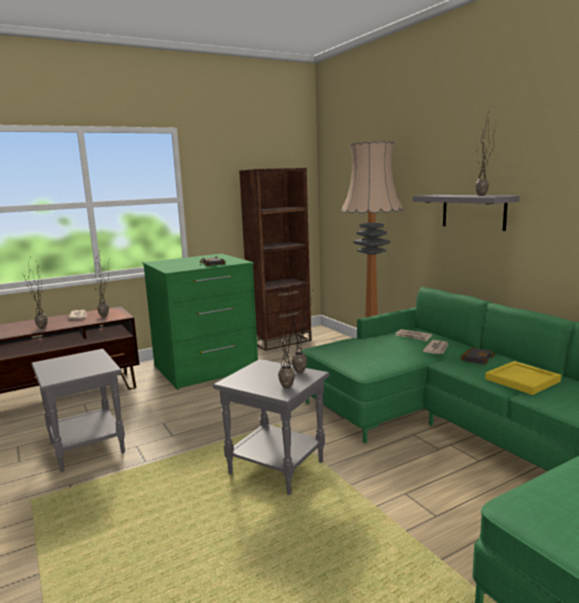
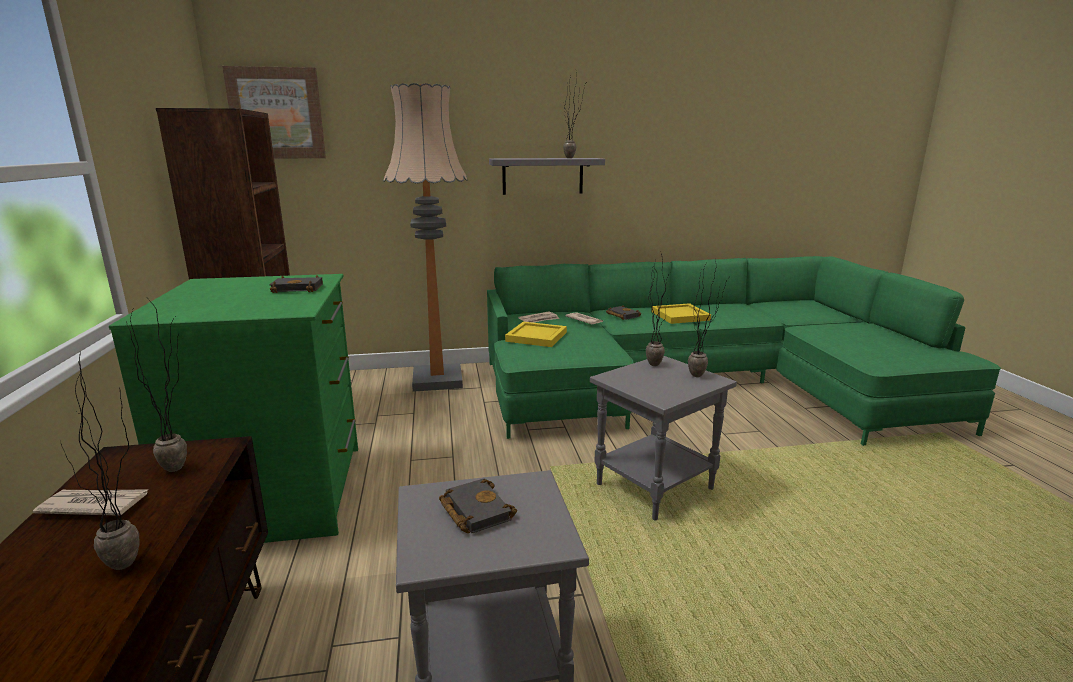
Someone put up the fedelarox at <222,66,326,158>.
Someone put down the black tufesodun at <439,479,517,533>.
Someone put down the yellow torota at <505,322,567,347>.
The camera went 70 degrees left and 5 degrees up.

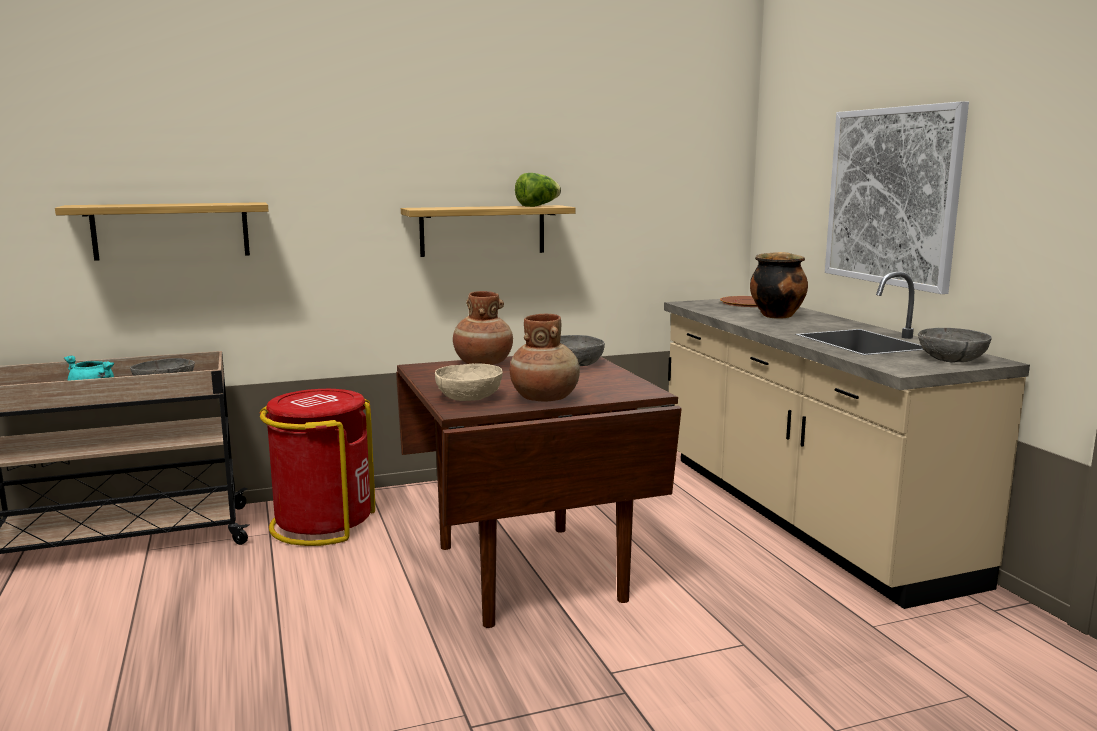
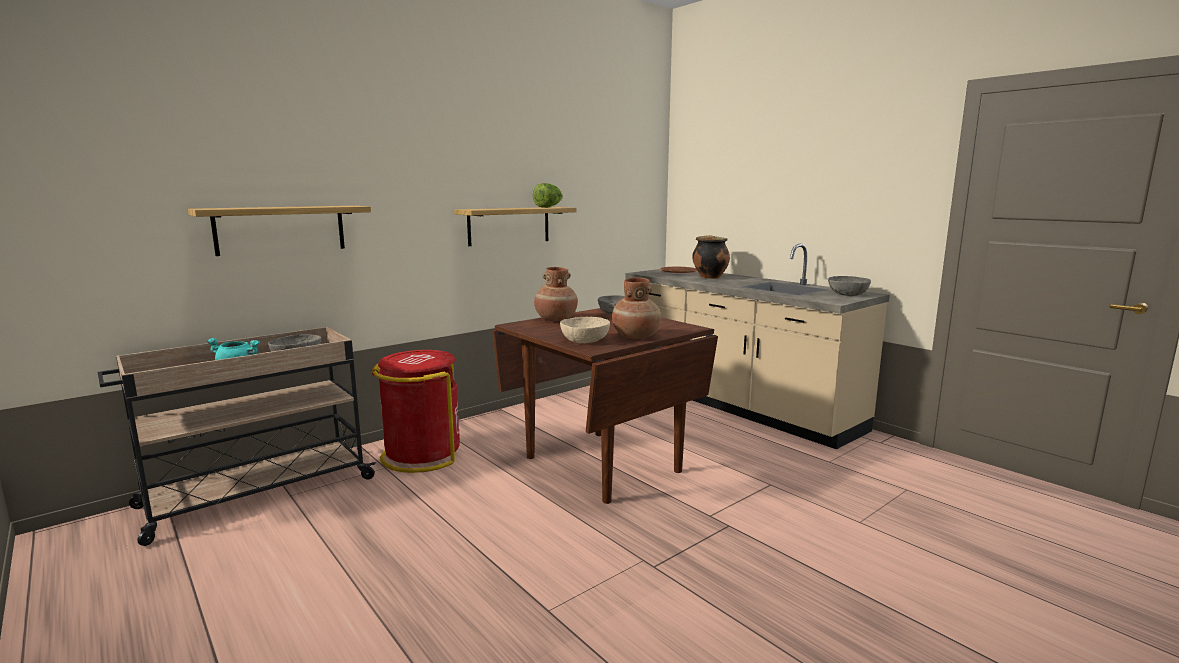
Someone took away the fedelarox at <825,101,969,294>.
The camera went 20 degrees left and 0 degrees up.

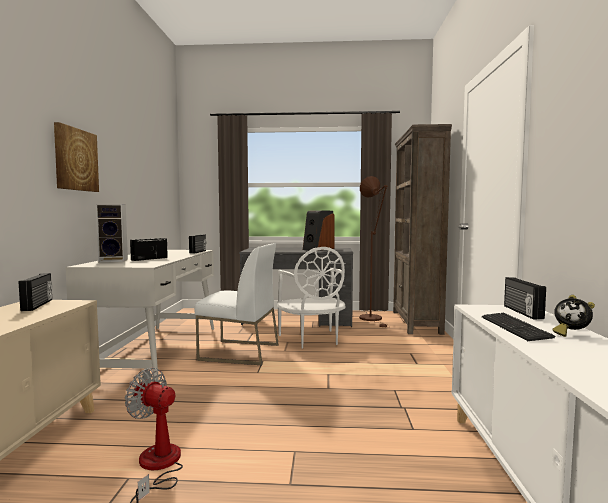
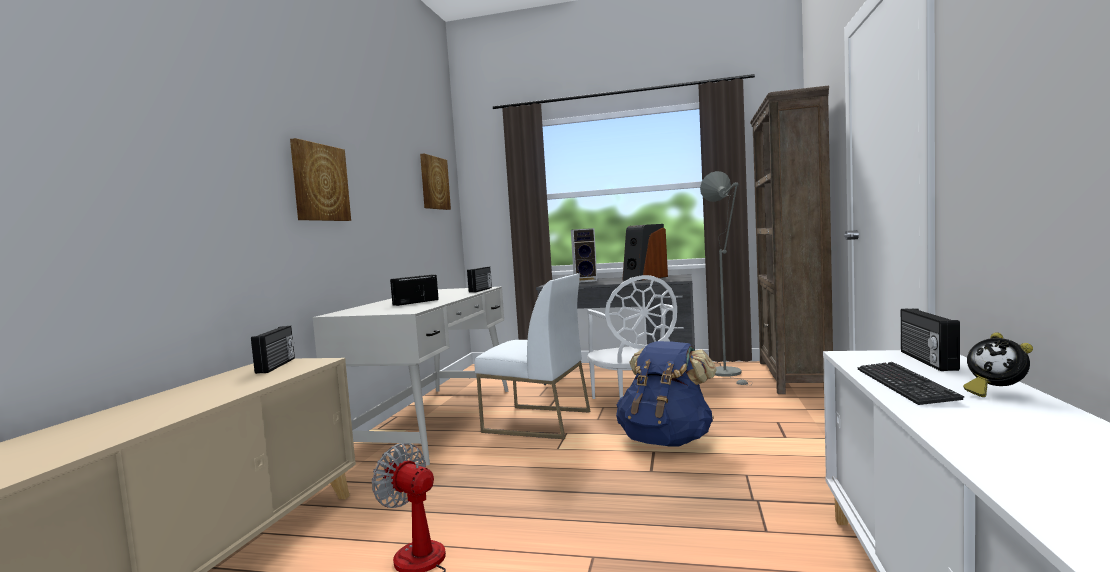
Someone carried the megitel from <96,204,128,262> to <571,228,597,282>.
Someone repainted the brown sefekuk at <359,176,390,328>, which became the grey sefekuk at <700,171,751,385>.
Someone put up the fedelarox at <420,153,451,210>.
Someone put down the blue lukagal at <616,341,717,447>.
The camera went 10 degrees right and 0 degrees up.

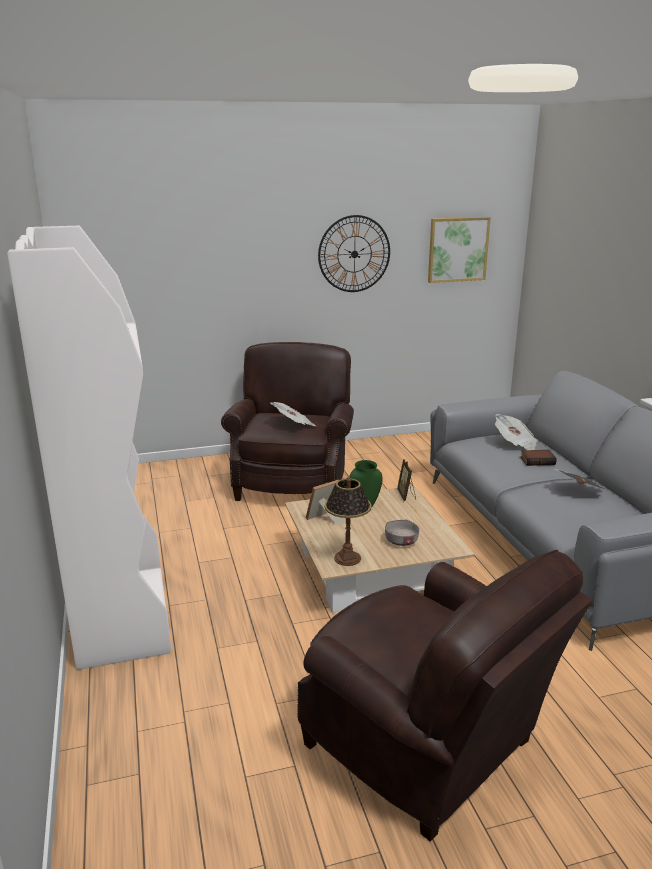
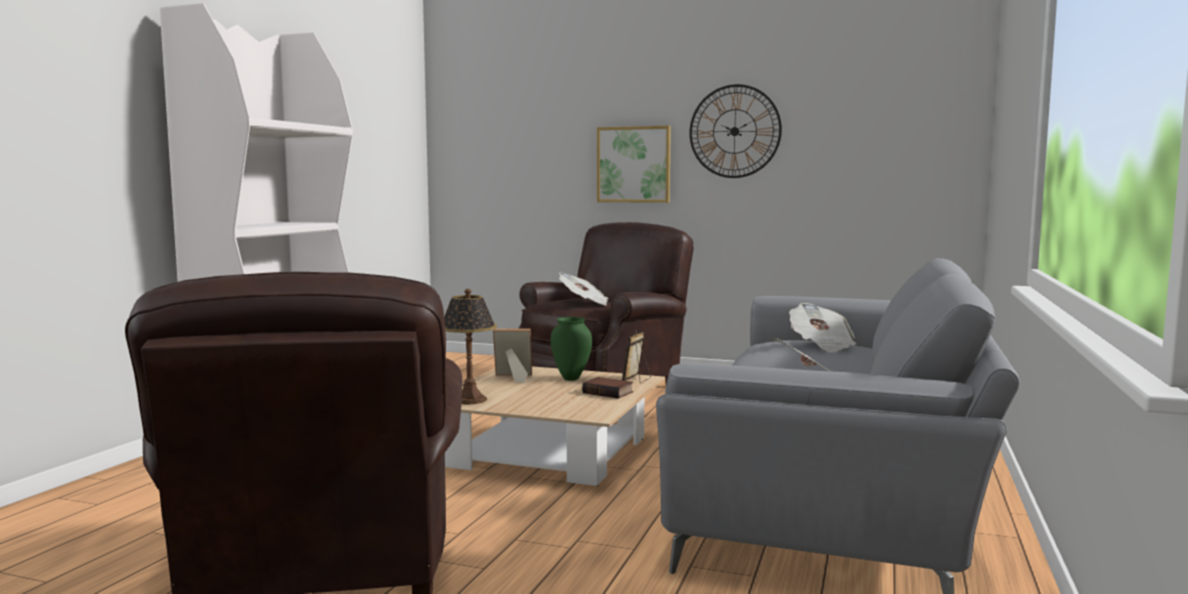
Someone took away the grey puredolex at <385,520,419,546>.
Someone carried the fedelarox from <428,217,491,283> to <597,126,671,203>.
Someone carried the tufesodun from <520,450,556,466> to <582,377,633,399>.
The camera went 35 degrees right and 15 degrees down.

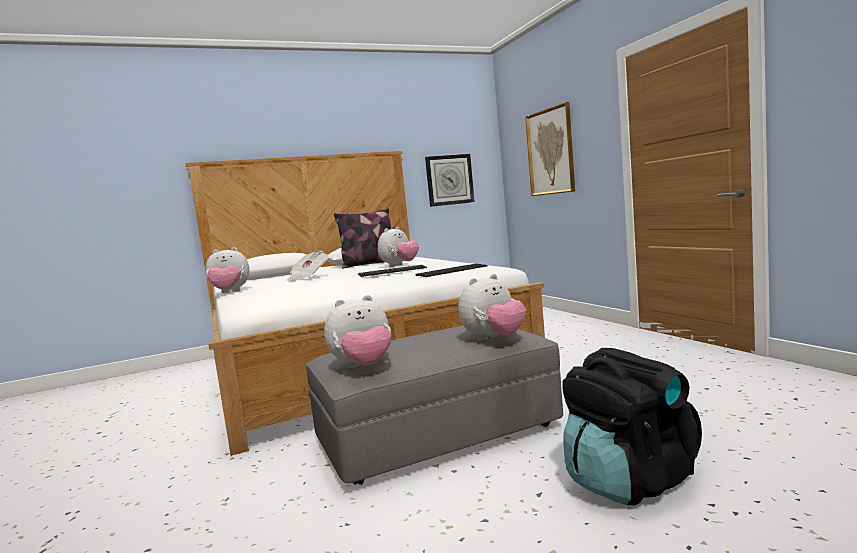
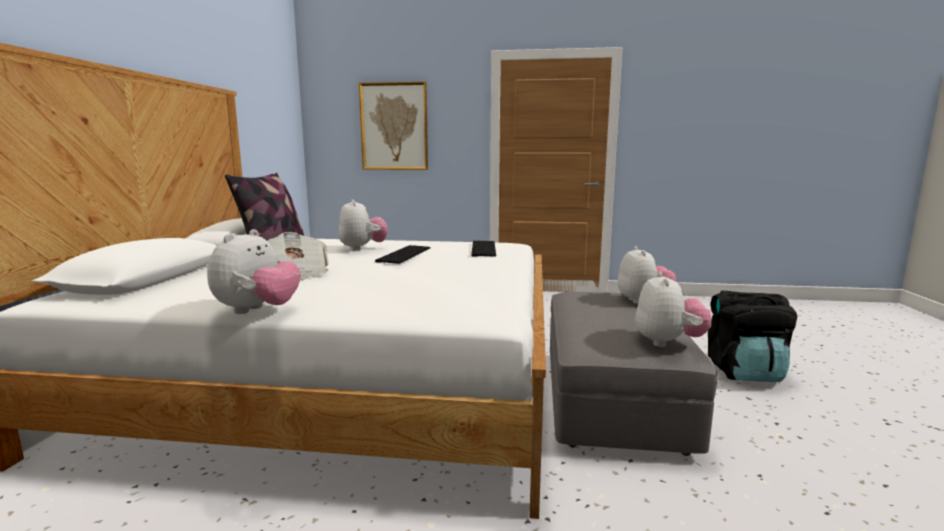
Someone took away the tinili at <425,154,475,207>.
The camera went 60 degrees left and 5 degrees up.

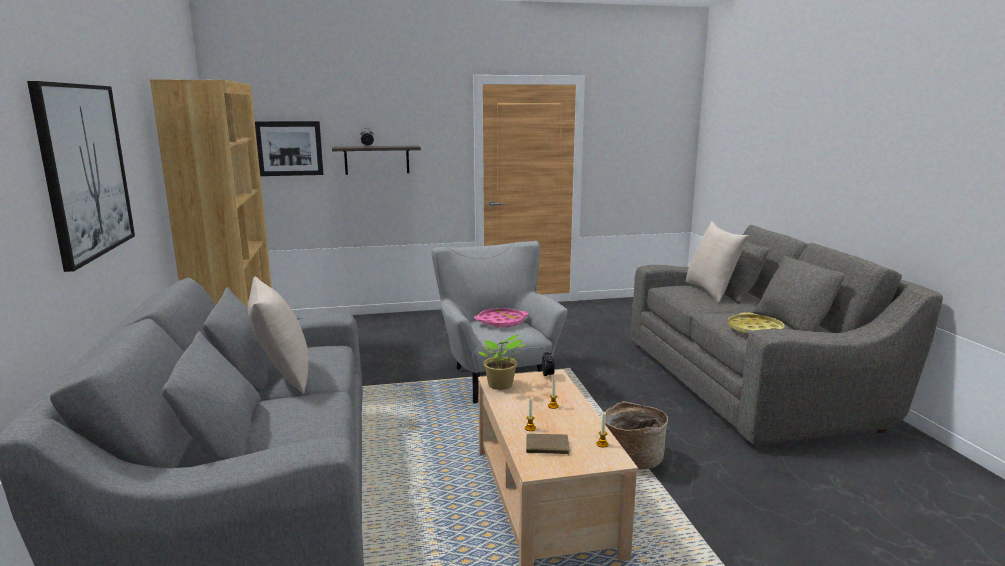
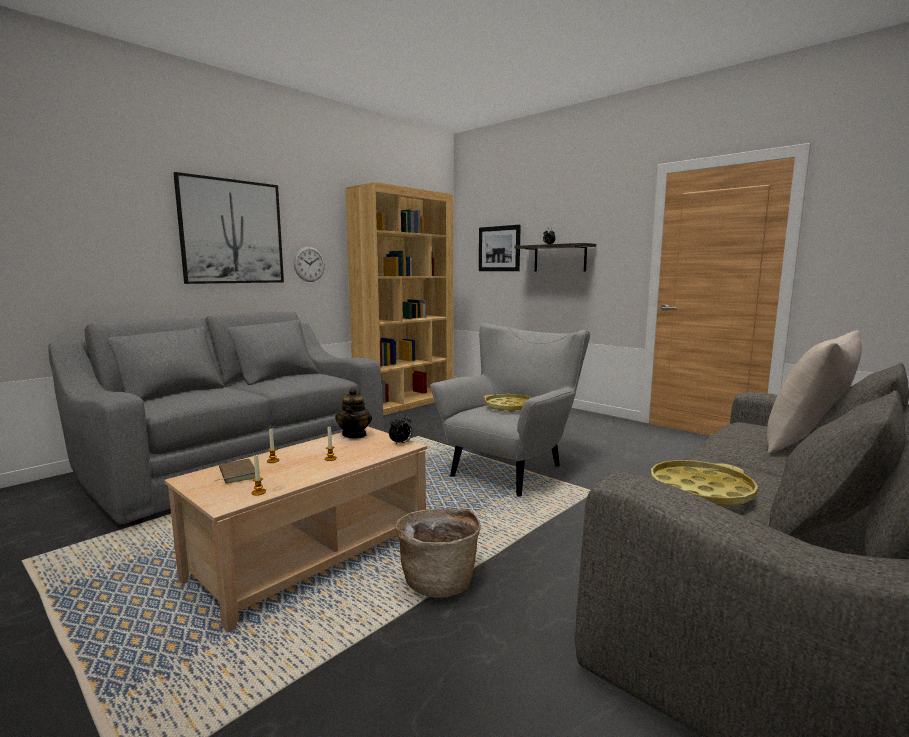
Someone took away the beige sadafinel at <248,277,309,394>.
Someone repainted the pink torota at <474,308,528,328>, which became the yellow torota at <483,394,532,413>.
Someone swapped the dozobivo at <478,335,526,390> for the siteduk at <335,388,372,439>.
Someone put up the tinili at <294,247,325,282>.
The camera went 55 degrees right and 5 degrees down.

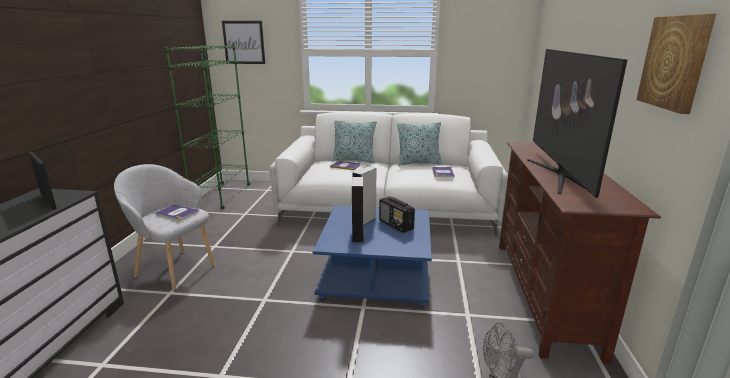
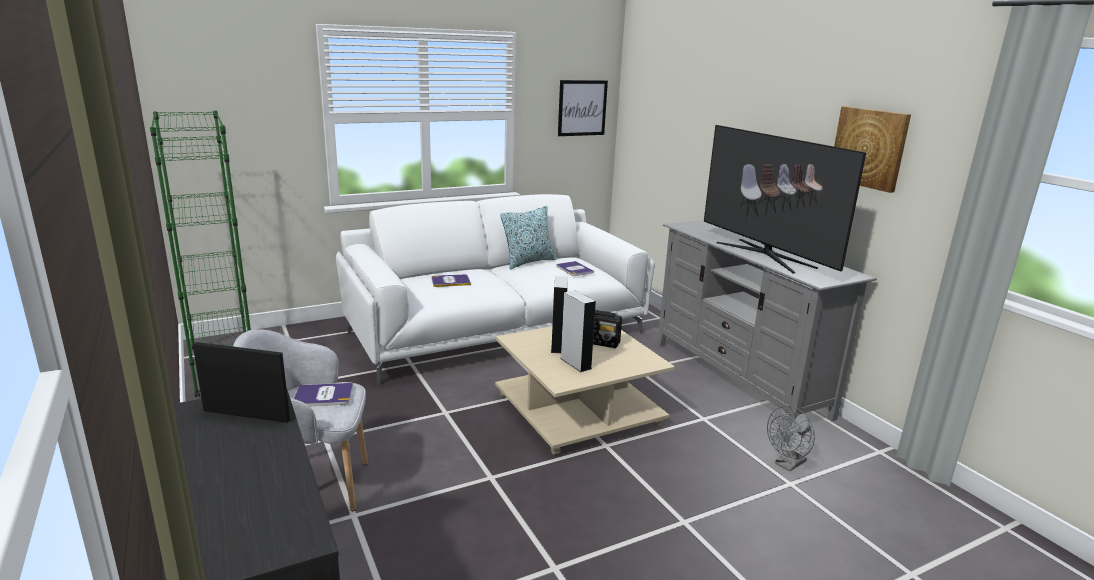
Someone carried the fedelarox from <222,21,265,64> to <558,80,608,136>.
Someone repainted the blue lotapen at <313,206,432,308>, which became the beige lotapen at <495,326,675,455>.
Someone took away the sadafinel at <332,120,377,163>.
Someone repainted the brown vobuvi at <499,142,661,364>, which became the grey vobuvi at <657,220,877,426>.
The camera went 35 degrees left and 0 degrees up.

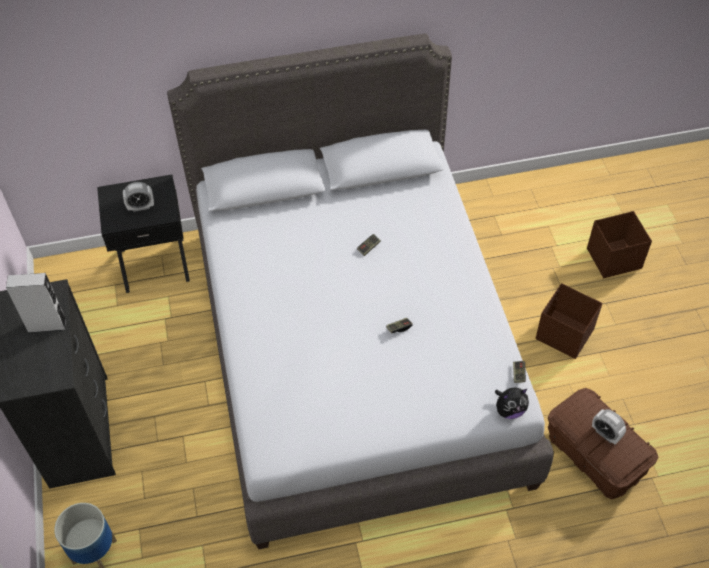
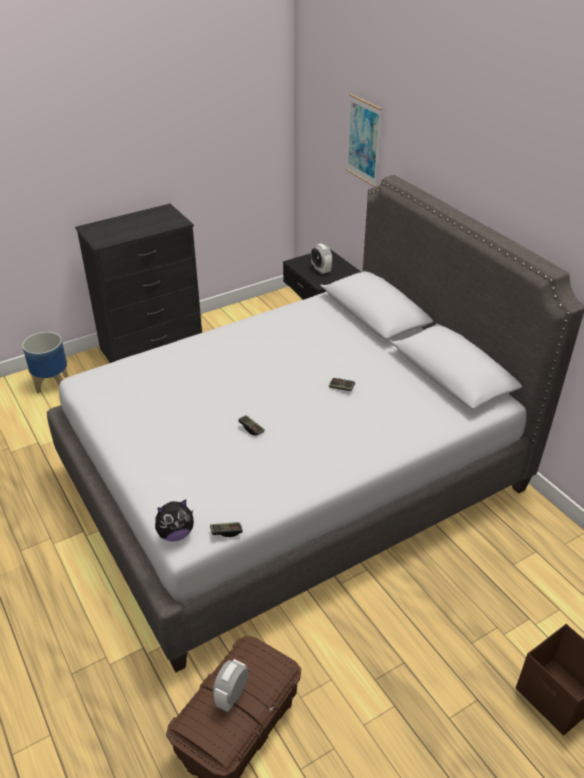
Someone took away the grey megitel at <6,273,66,333>.
Someone rotated the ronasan at <495,387,529,419> by 75 degrees counterclockwise.
Someone took away the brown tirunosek at <536,283,603,359>.
Someone put up the fedelarox at <346,94,382,187>.
The camera went 70 degrees right and 15 degrees down.

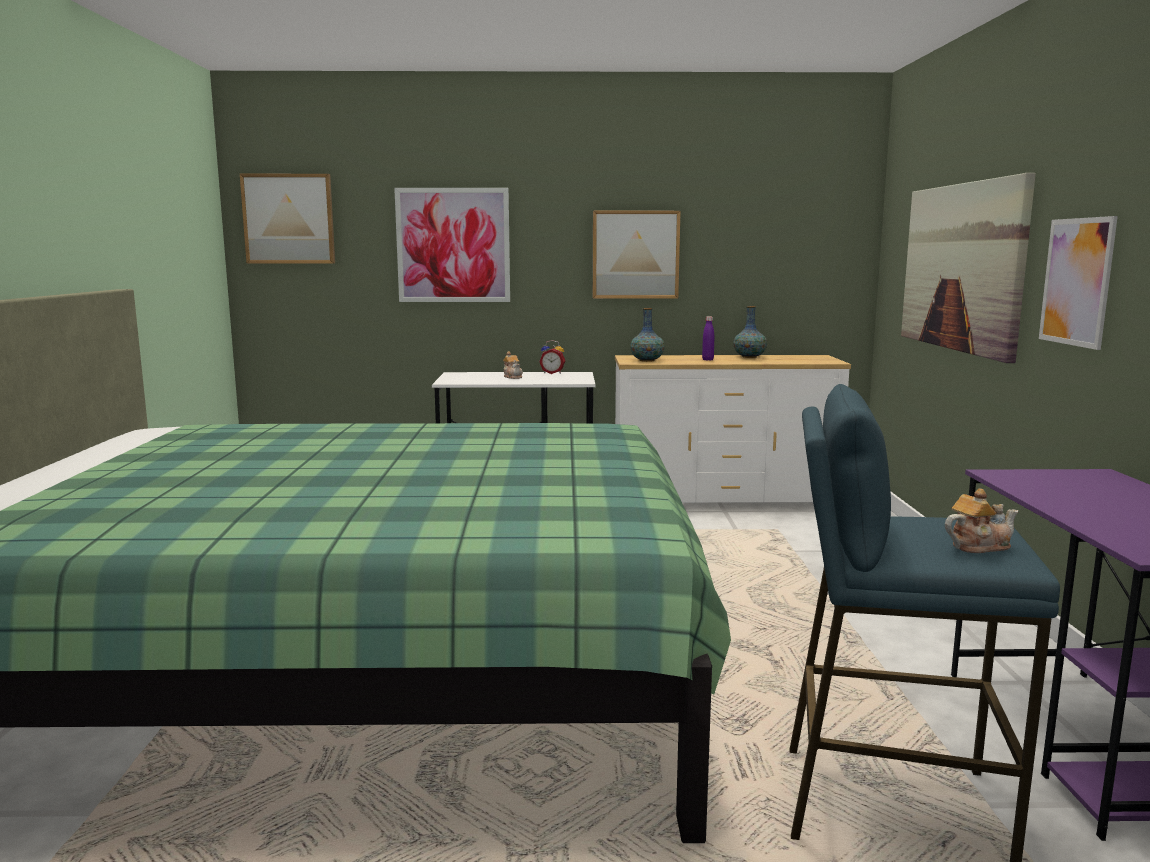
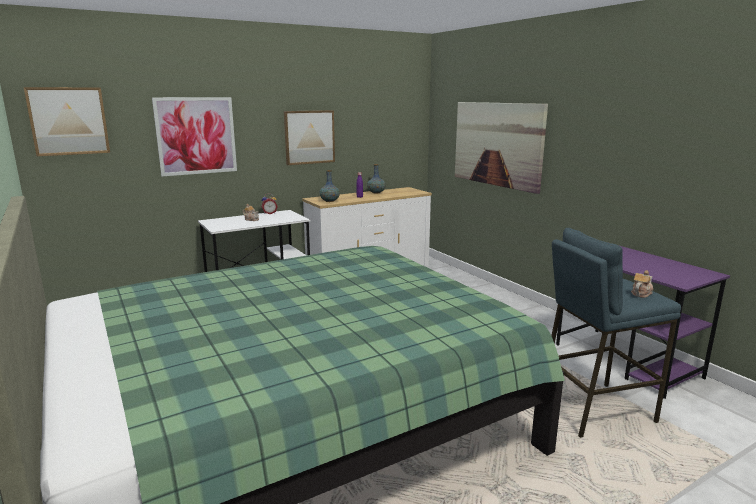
Someone took away the fedelarox at <1039,216,1118,350>.
The camera went 30 degrees left and 5 degrees up.

